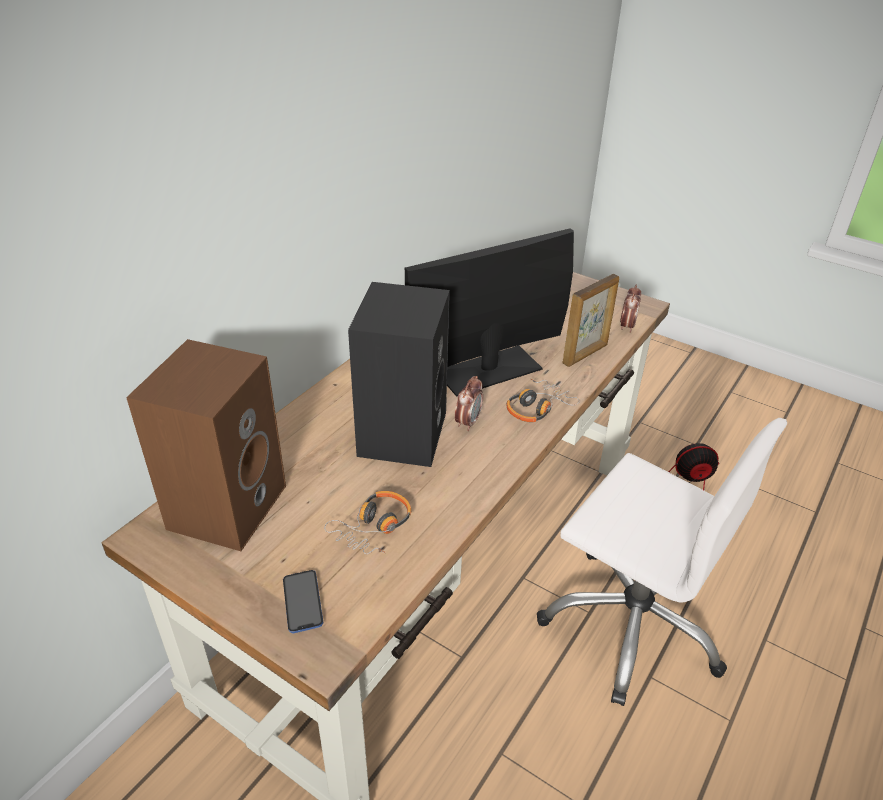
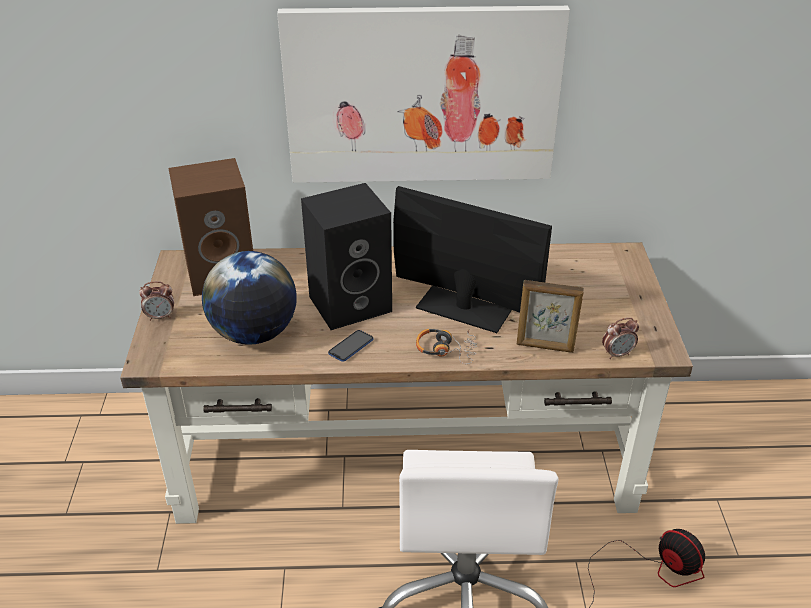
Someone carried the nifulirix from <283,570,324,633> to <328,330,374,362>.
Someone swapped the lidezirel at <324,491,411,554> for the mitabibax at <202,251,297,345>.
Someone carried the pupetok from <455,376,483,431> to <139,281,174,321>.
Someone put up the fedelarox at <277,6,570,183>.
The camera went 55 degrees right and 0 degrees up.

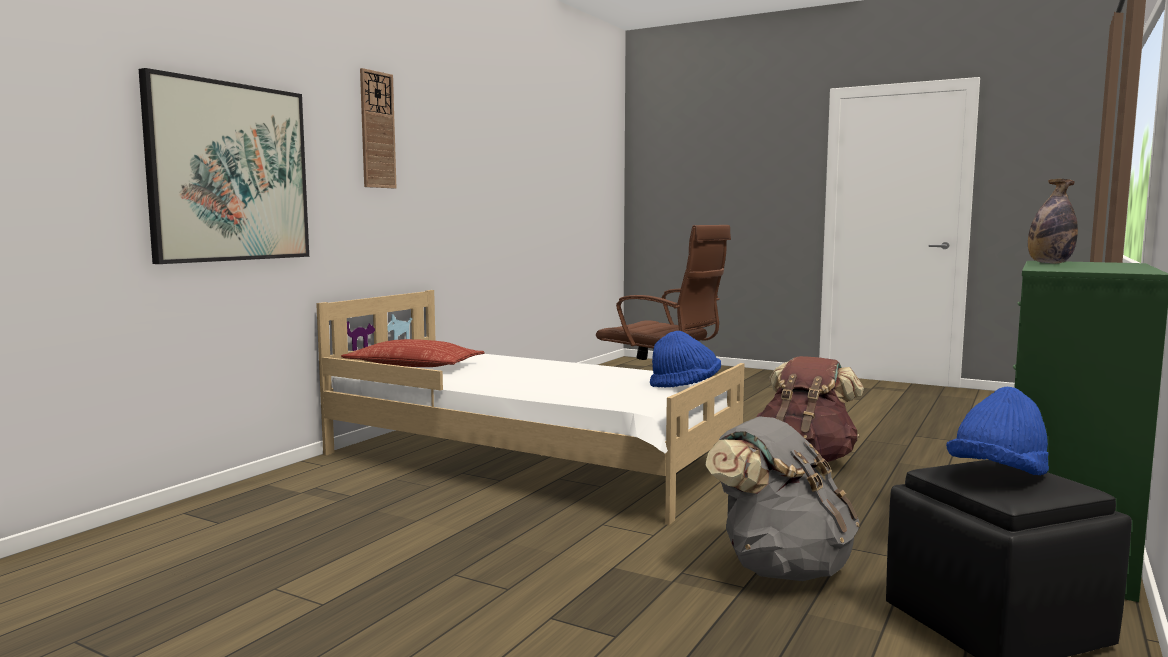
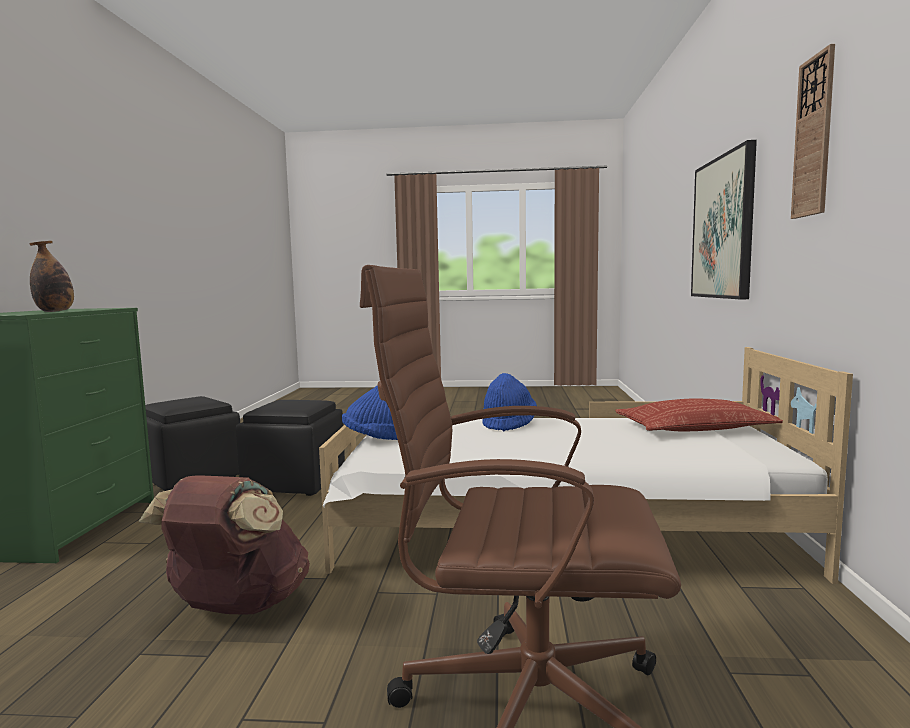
Someone swapped the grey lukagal at <705,416,860,581> for the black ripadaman at <236,400,345,496>.
Someone carried the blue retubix from <946,387,1049,475> to <482,373,537,431>.
The camera went 155 degrees right and 0 degrees up.

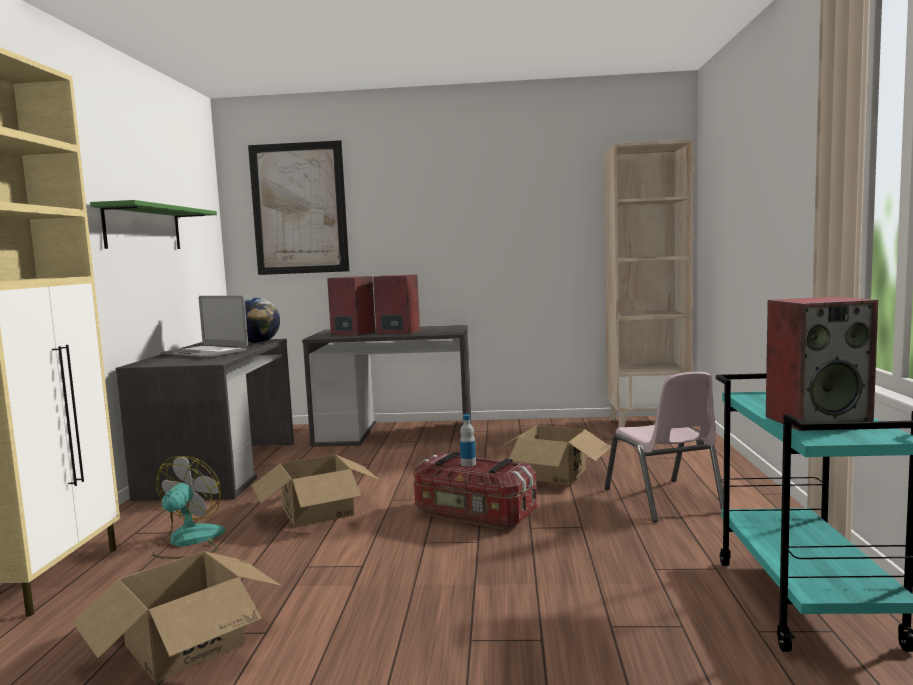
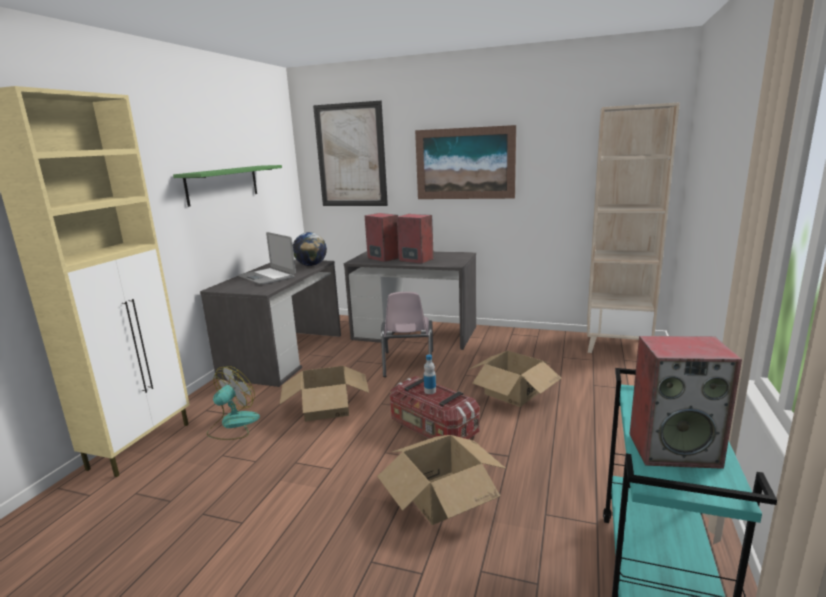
Someone carried the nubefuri from <72,551,282,682> to <377,435,506,525>.
Someone carried the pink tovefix from <605,372,724,522> to <381,292,433,377>.
Someone put up the fedelarox at <415,125,516,199>.
The camera went 15 degrees right and 10 degrees up.

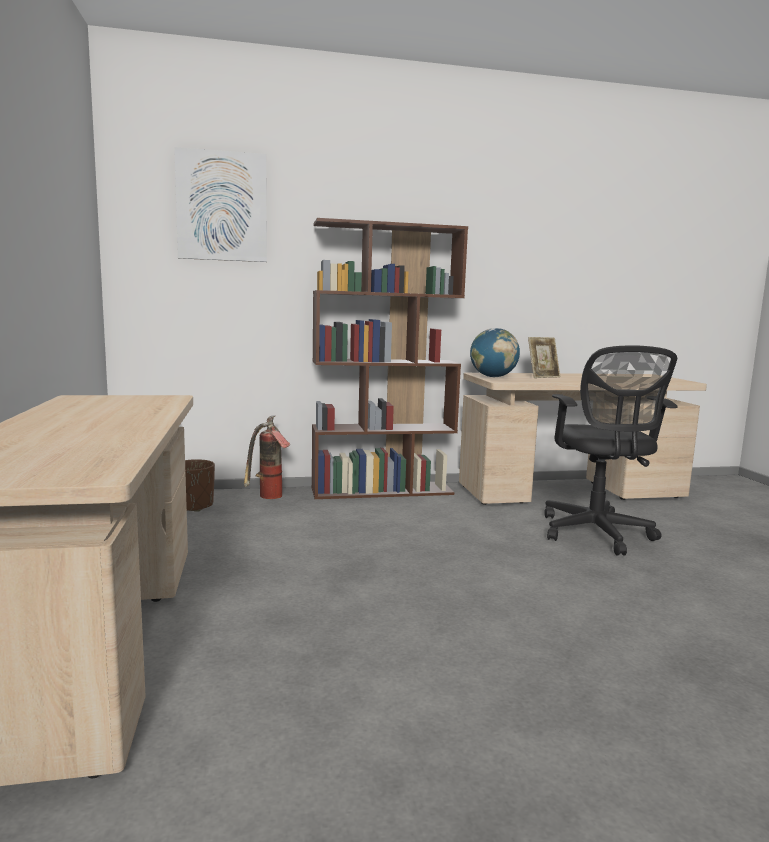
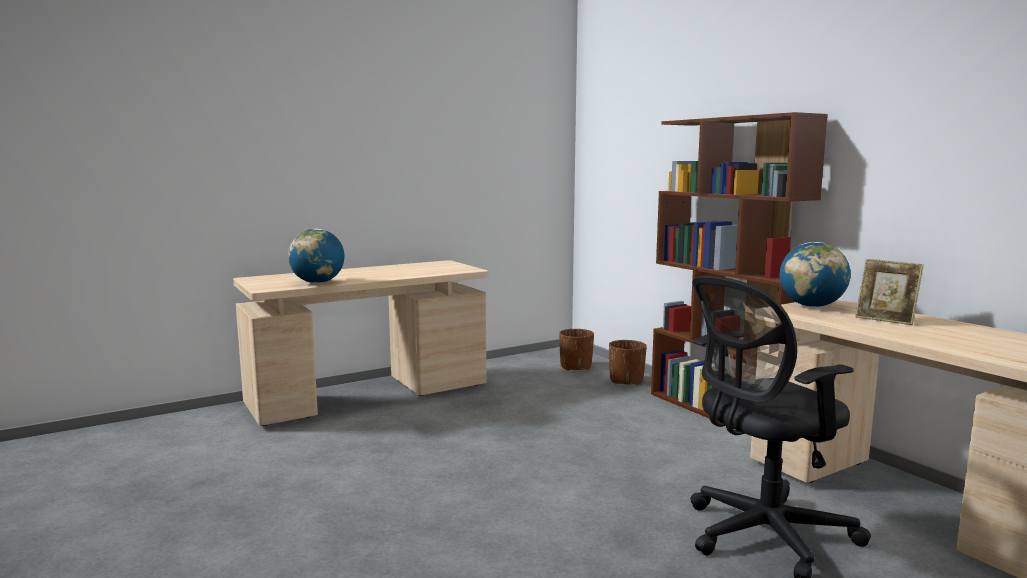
Someone took away the fedelarox at <174,147,267,262>.
Someone swapped the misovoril at <244,416,290,499> for the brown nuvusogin at <609,340,647,385>.
Someone put down the mitabibax at <288,229,345,283>.
The camera went 70 degrees right and 0 degrees up.

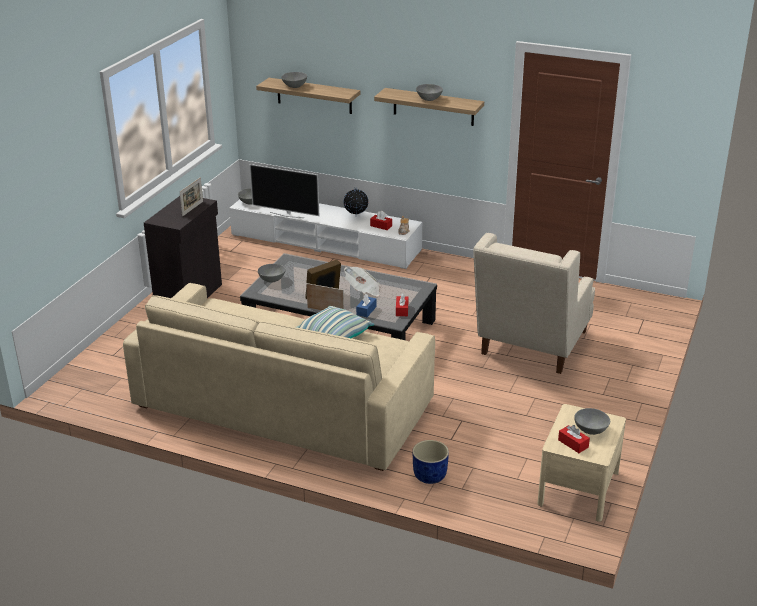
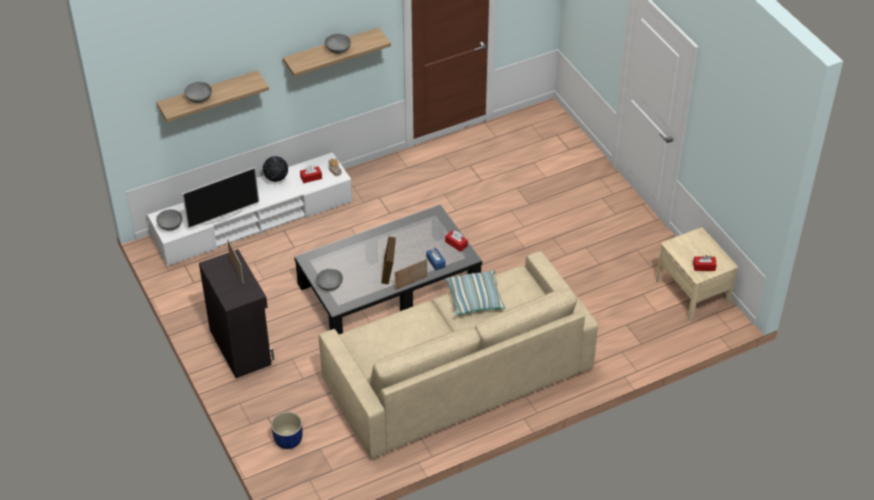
Someone took away the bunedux at <344,267,380,296>.
Someone carried the blue nuvusogin from <412,440,449,484> to <271,412,303,449>.
Someone took away the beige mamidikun at <473,233,595,374>.
Someone took away the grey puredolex at <574,408,610,435>.
The camera went 50 degrees left and 15 degrees up.

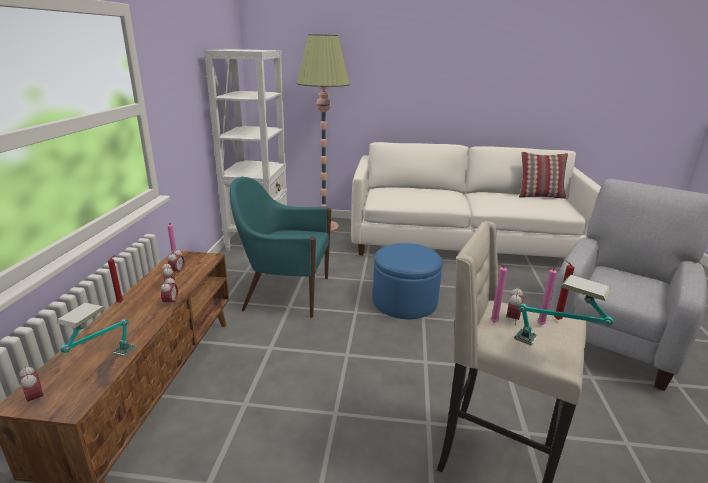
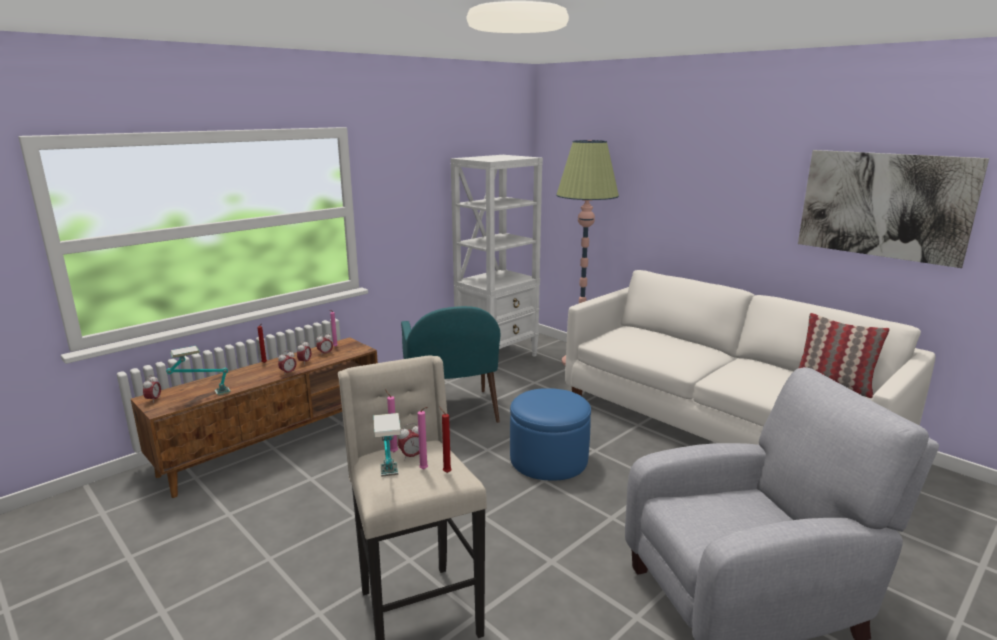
Someone rotated the turquoise mamidikun at <230,177,331,318> by 150 degrees counterclockwise.
Someone put up the fedelarox at <798,150,989,268>.
The camera went 40 degrees right and 5 degrees down.

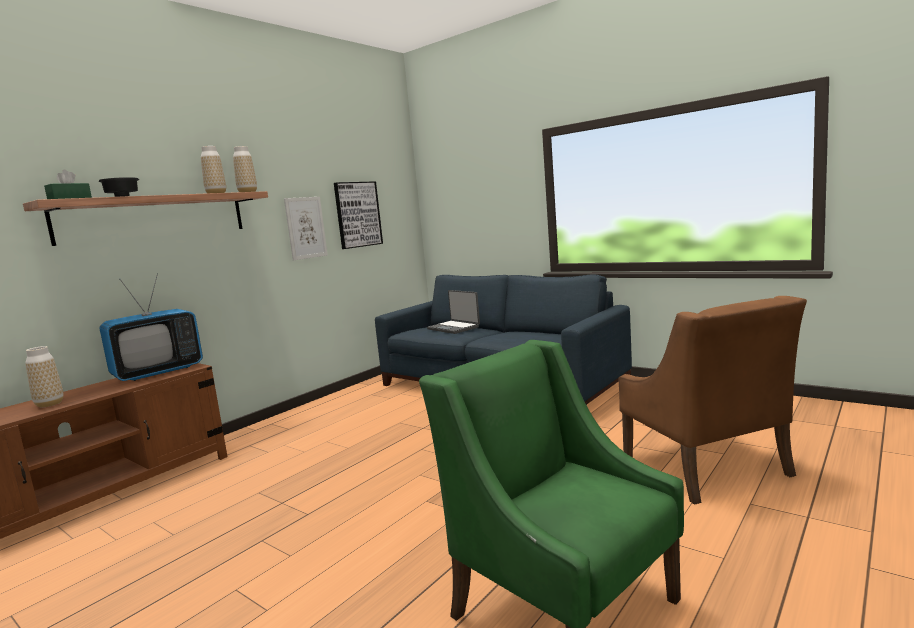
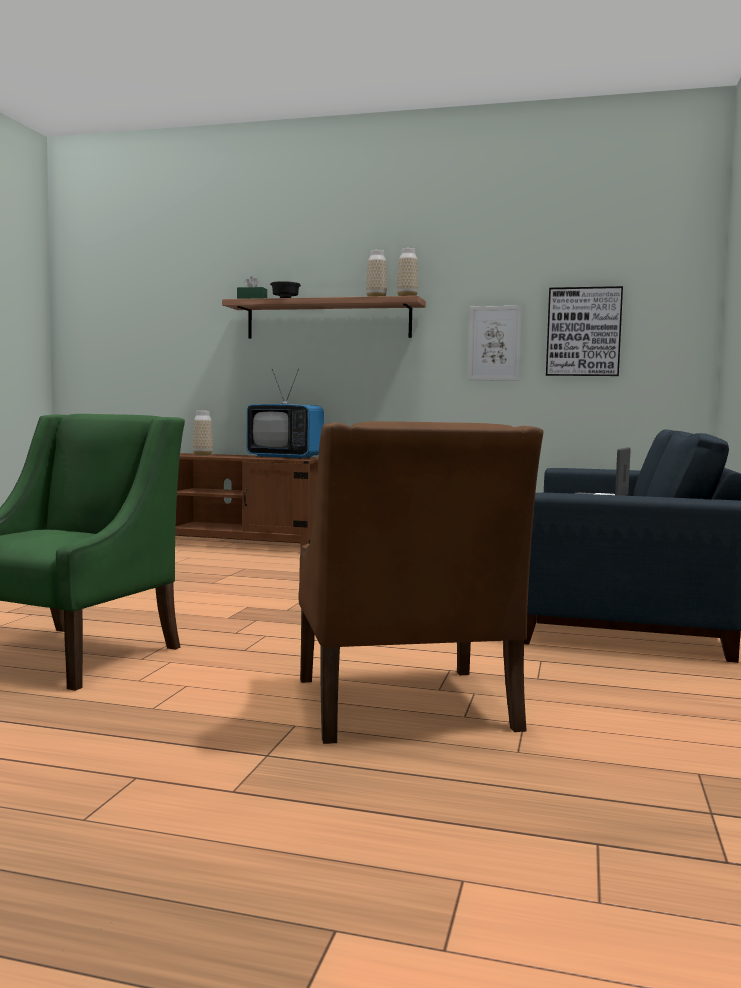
Someone rotated the brown mamidikun at <619,296,807,505> by 60 degrees counterclockwise.
The camera went 65 degrees right and 5 degrees down.

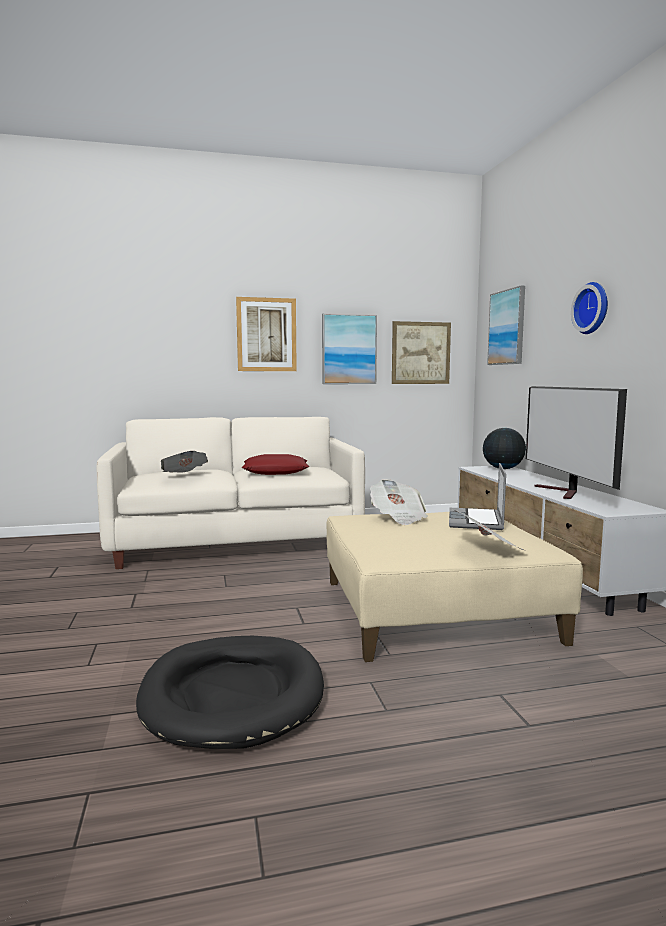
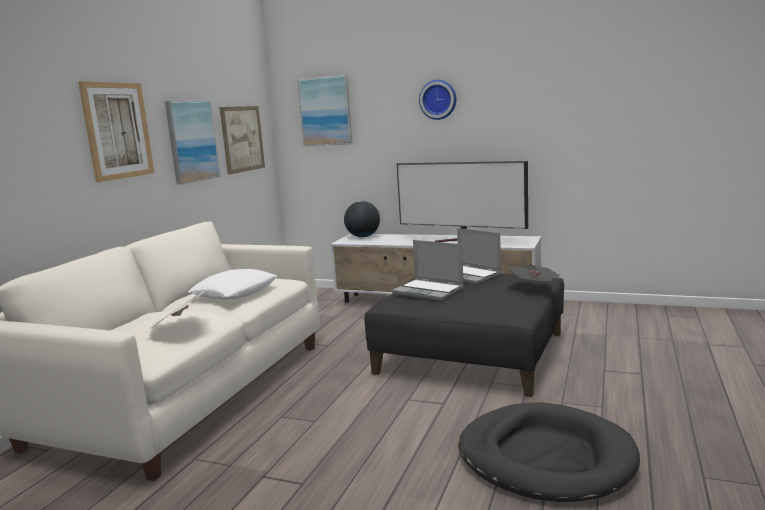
Someone repainted the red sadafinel at <242,454,309,475>, which became the white sadafinel at <188,269,277,300>.
Someone repainted the beige ripadaman at <326,512,583,662>, which became the black ripadaman at <364,274,564,397>.
Someone swapped the bunedux at <370,479,428,525> for the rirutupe at <392,240,464,301>.
The camera went 55 degrees left and 5 degrees up.

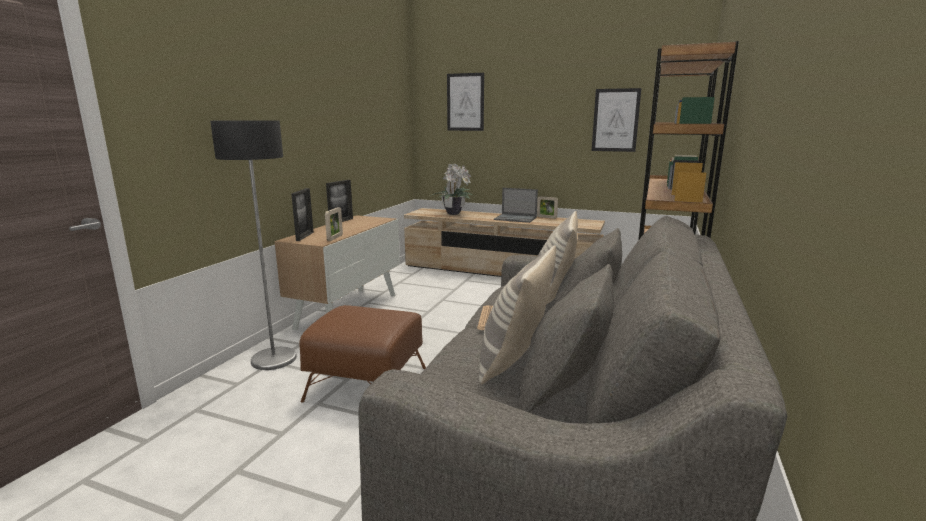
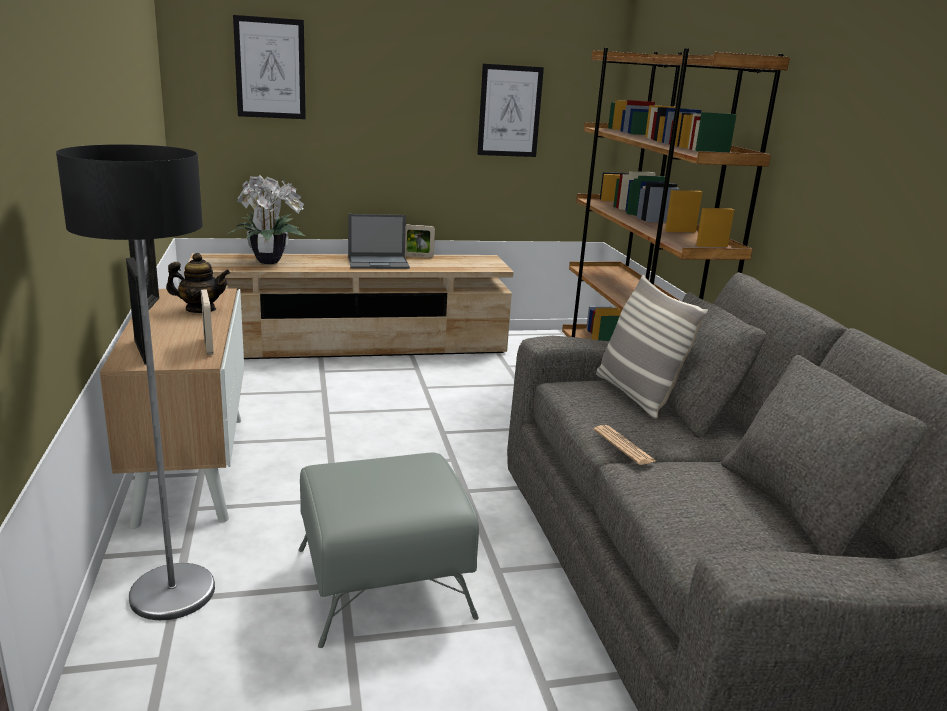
Someone repainted the brown ripadaman at <299,305,426,403>, which became the grey ripadaman at <298,453,479,648>.
Someone took away the sadafinel at <479,245,556,384>.
Someone put down the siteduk at <166,253,230,313>.
The camera went 35 degrees left and 5 degrees up.

